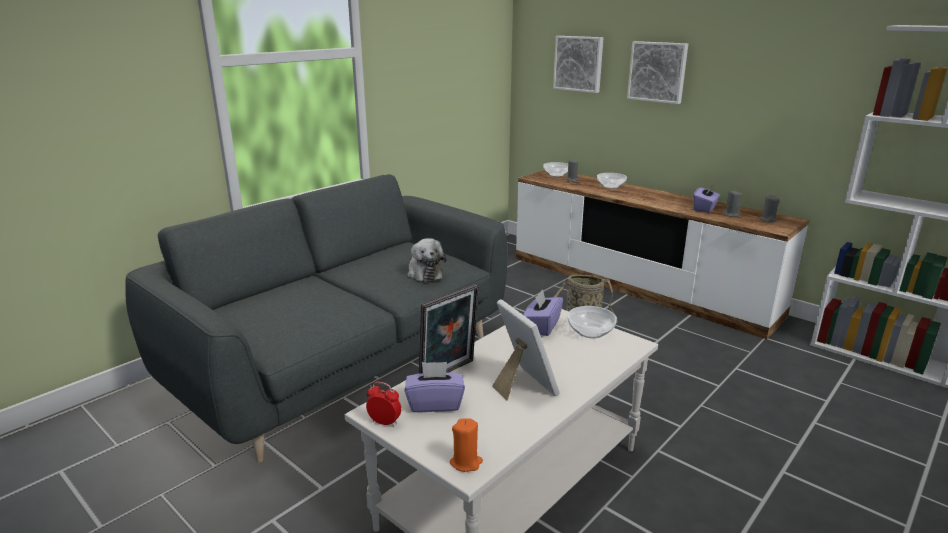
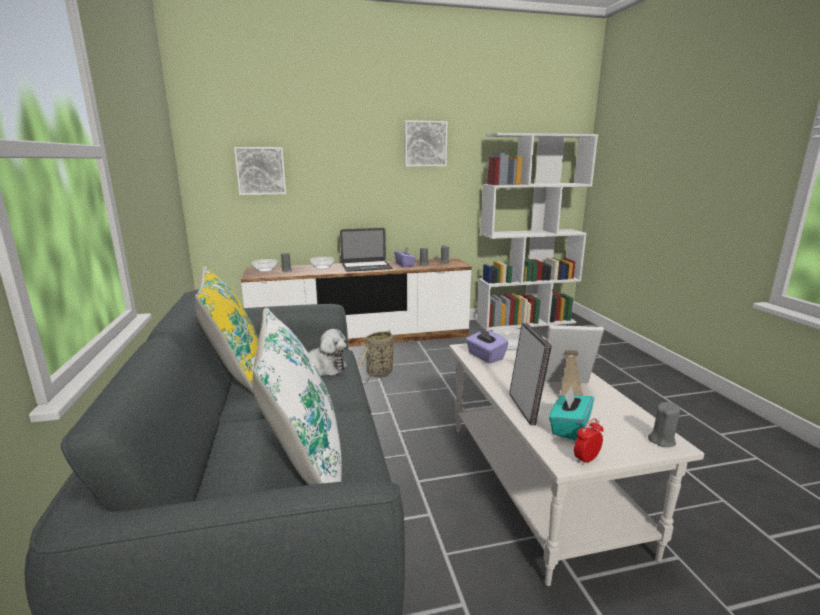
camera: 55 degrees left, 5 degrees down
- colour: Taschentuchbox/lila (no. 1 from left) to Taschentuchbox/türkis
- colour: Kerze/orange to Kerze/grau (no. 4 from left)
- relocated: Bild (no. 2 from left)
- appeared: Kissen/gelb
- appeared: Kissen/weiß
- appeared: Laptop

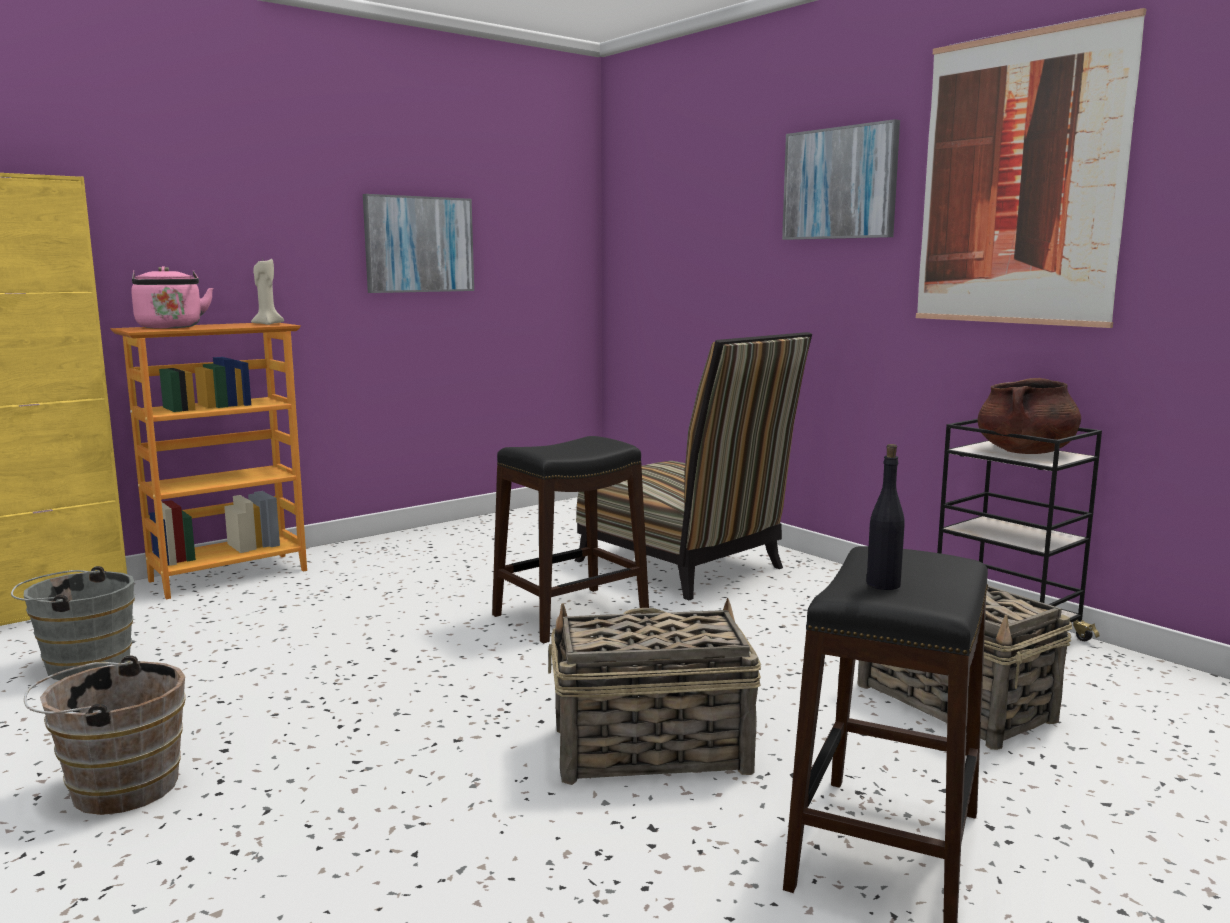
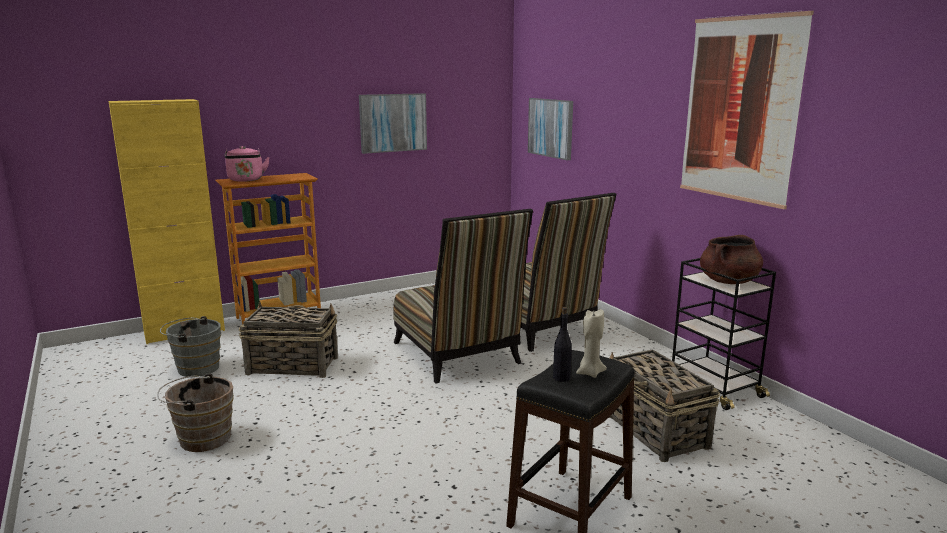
camera: 10 degrees right, 5 degrees up
- relocated: Kerze/beige
- exchanged: Hocker/schwarz (no. 1 from left) to Stuhl (no. 1 from left)
- relocated: Korb (no. 1 from left)
- relocated: Bild (no. 2 from left)

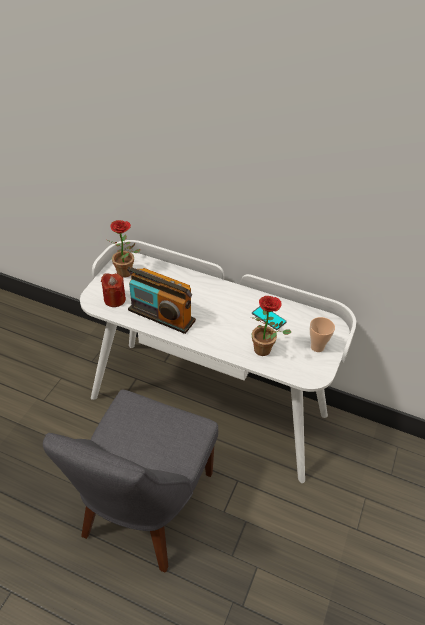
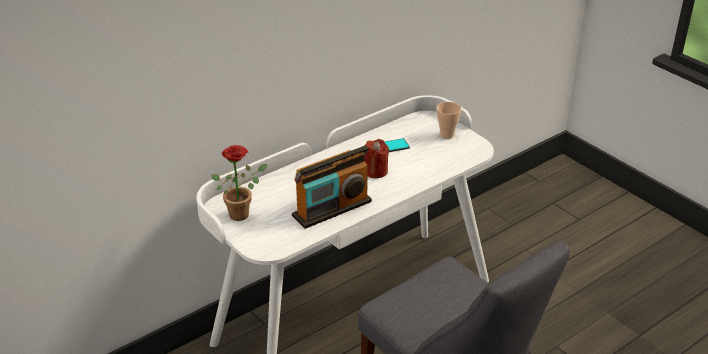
camera: 60 degrees left, 10 degrees down
- relocated: Kerze/rot
- missing: Topfpflanze (no. 2 from left)

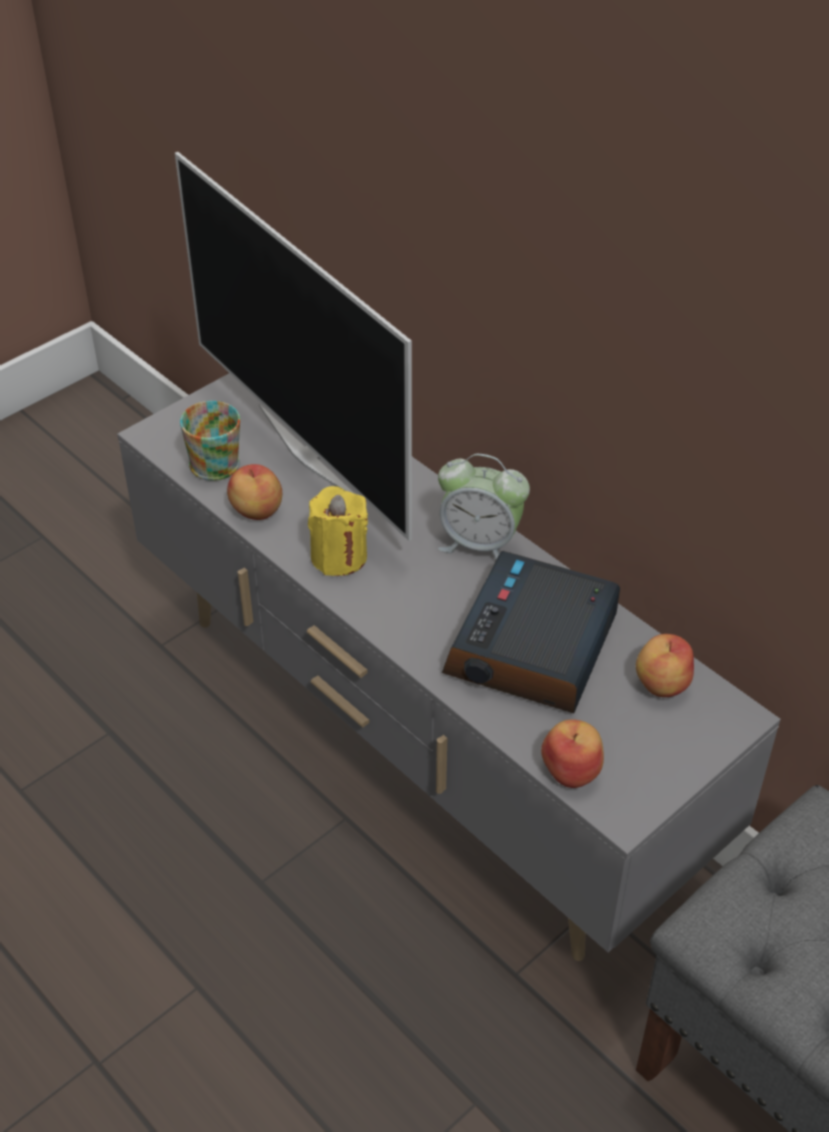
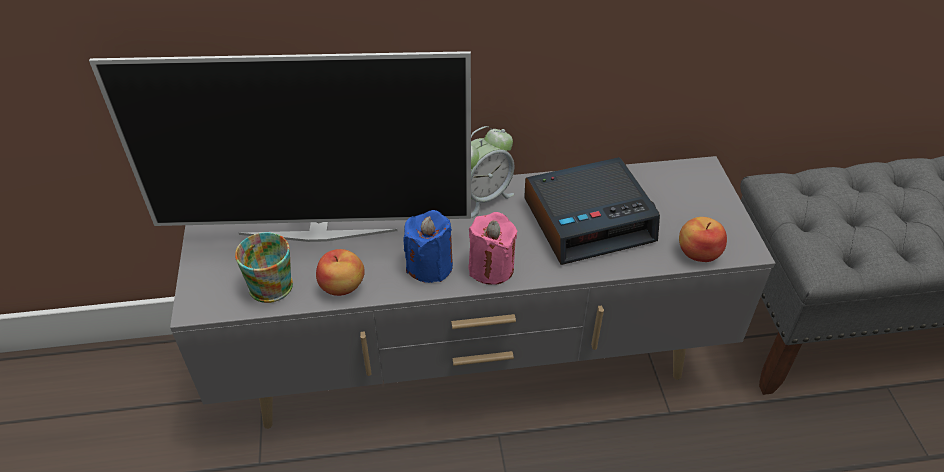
camera: 55 degrees left, 0 degrees up
- colour: Kerze/gelb to Kerze/blau
- spun: Wecker (no. 2 from left) 75 degrees counterclockwise
- missing: Apfel (no. 3 from left)
- appeared: Kerze/rosa

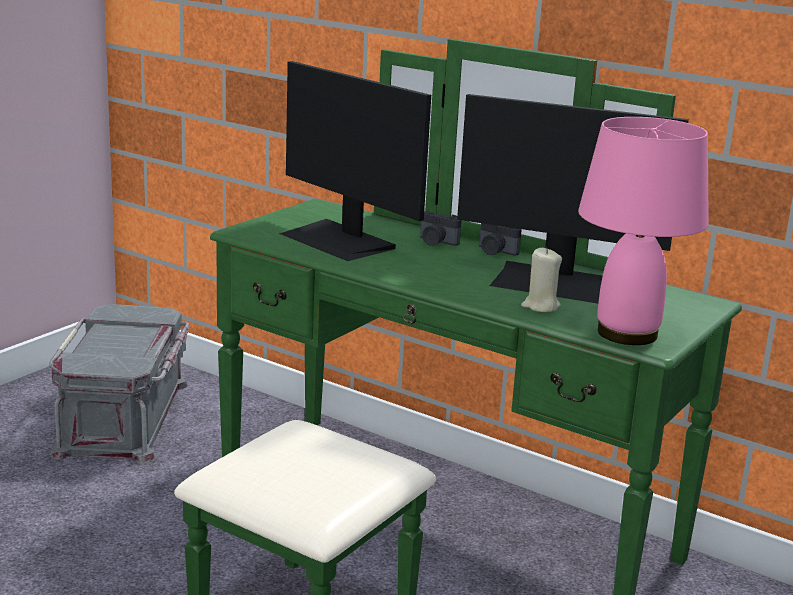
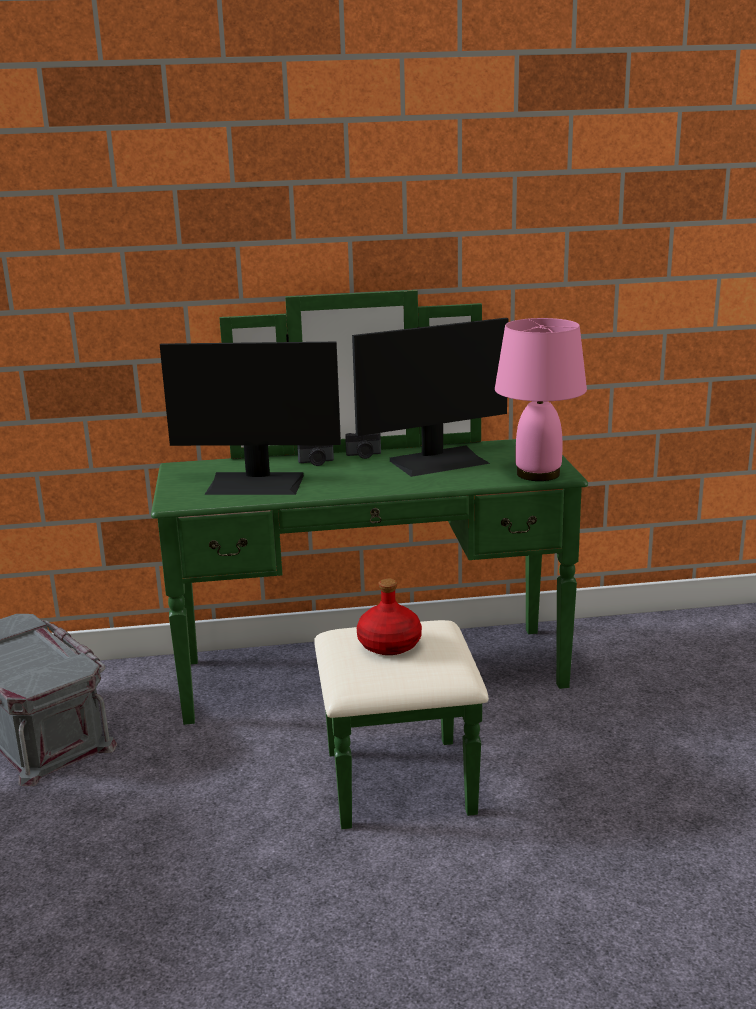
camera: 40 degrees left, 0 degrees up
- missing: Kerze/beige
- appeared: Flasche/rot

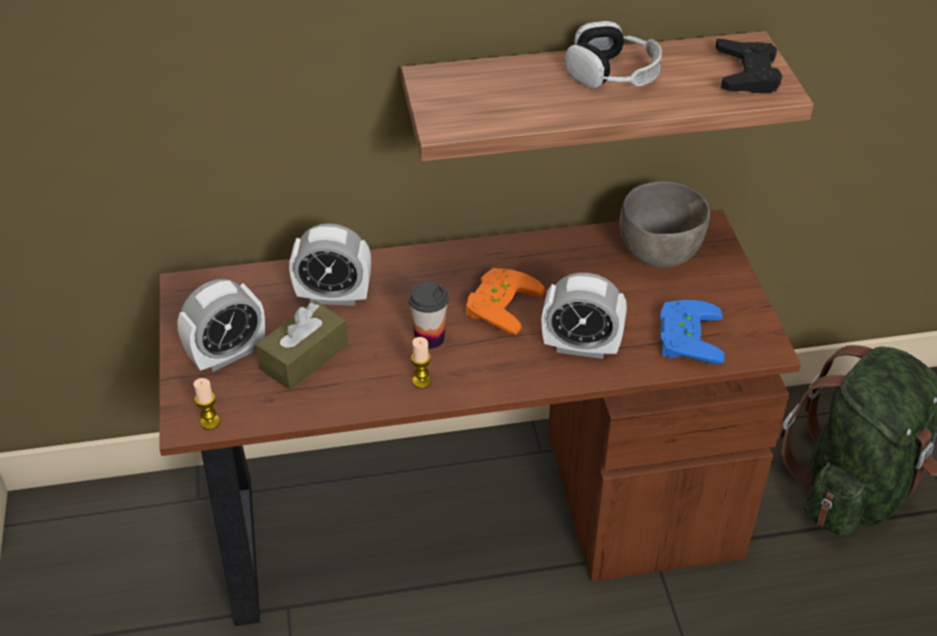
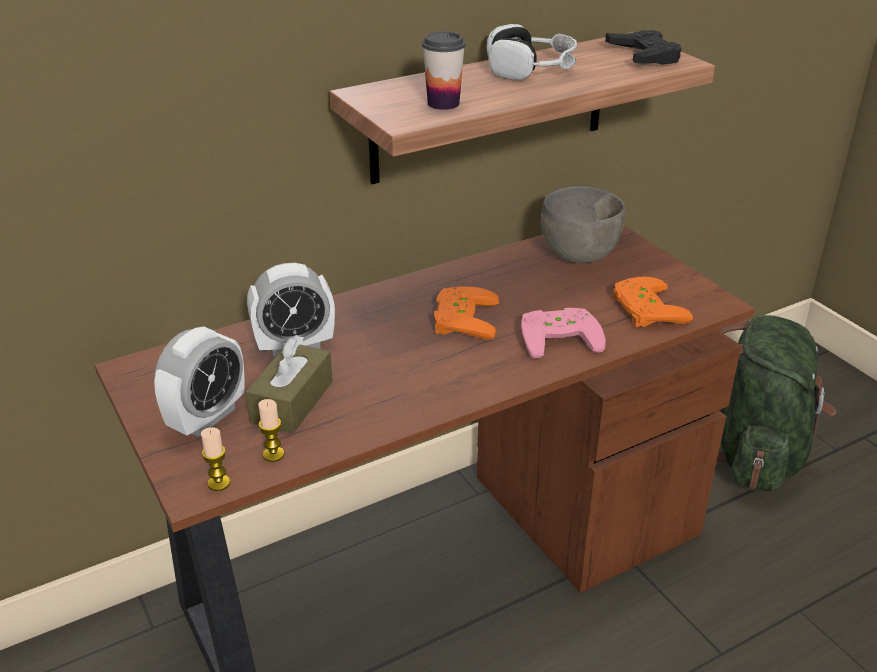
camera: 20 degrees left, 10 degrees down
- relocated: Tasse
- relocated: Kerze (no. 2 from left)
- exchanged: Wecker (no. 3 from left) to Gamepad/rosa
- colour: Gamepad/blau to Gamepad/orange (no. 2 from left)

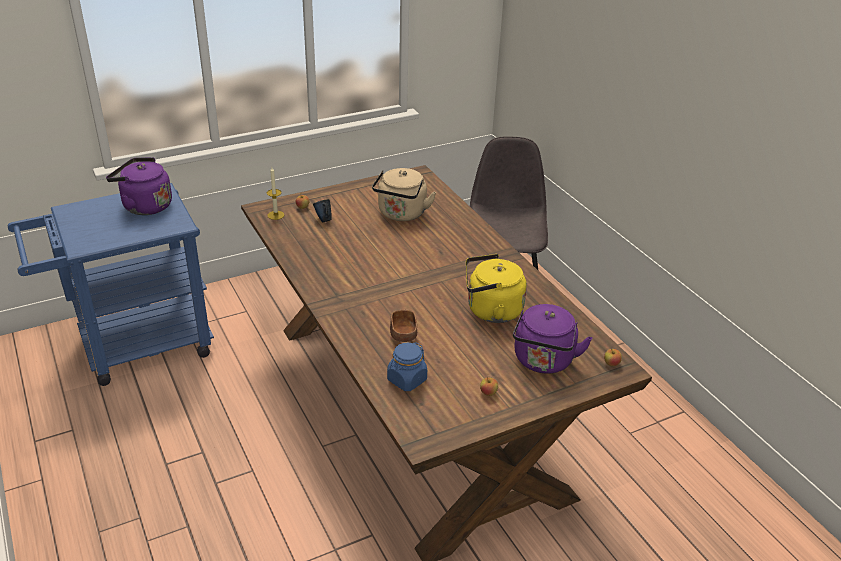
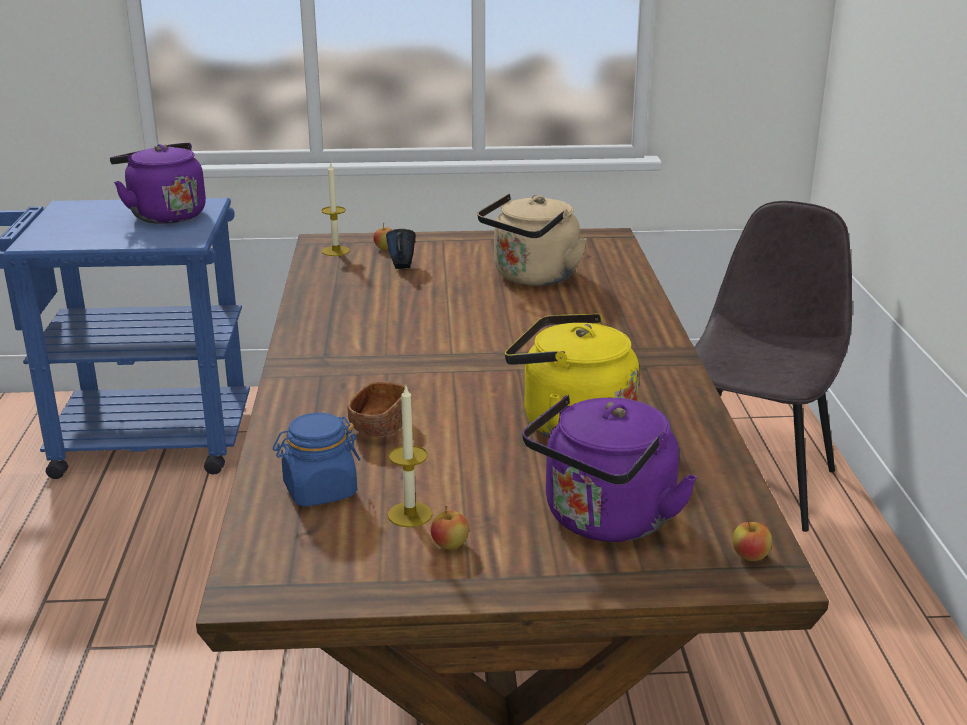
camera: 25 degrees right, 10 degrees down
- appeared: Kerze (no. 2 from left)

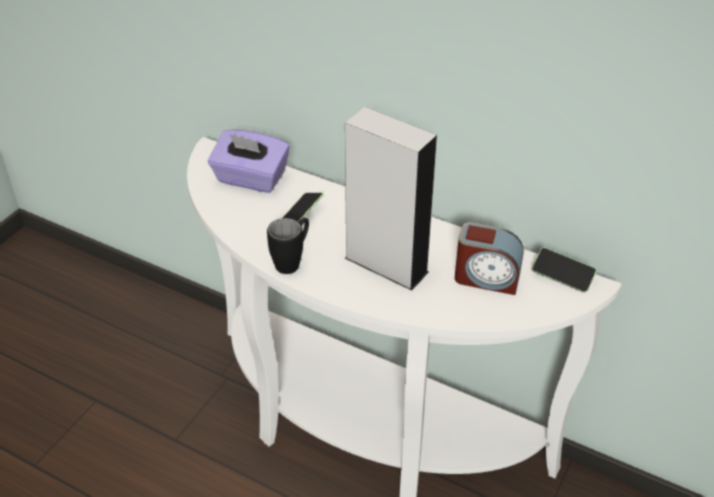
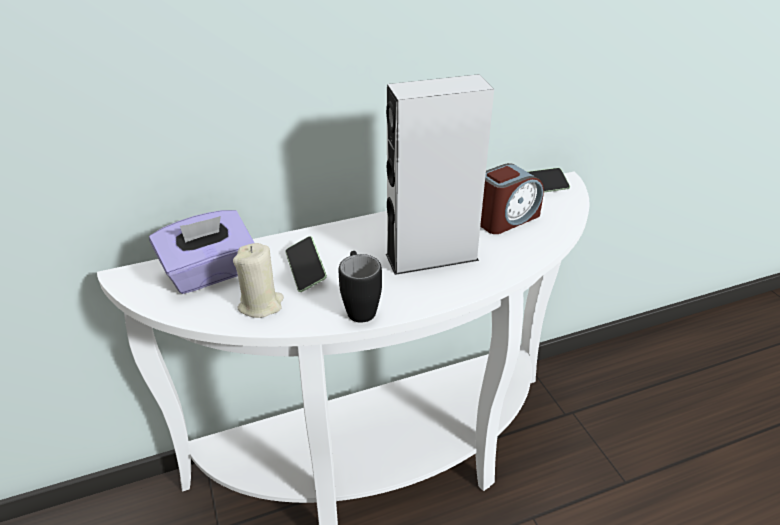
camera: 50 degrees left, 5 degrees down
- appeared: Kerze/beige

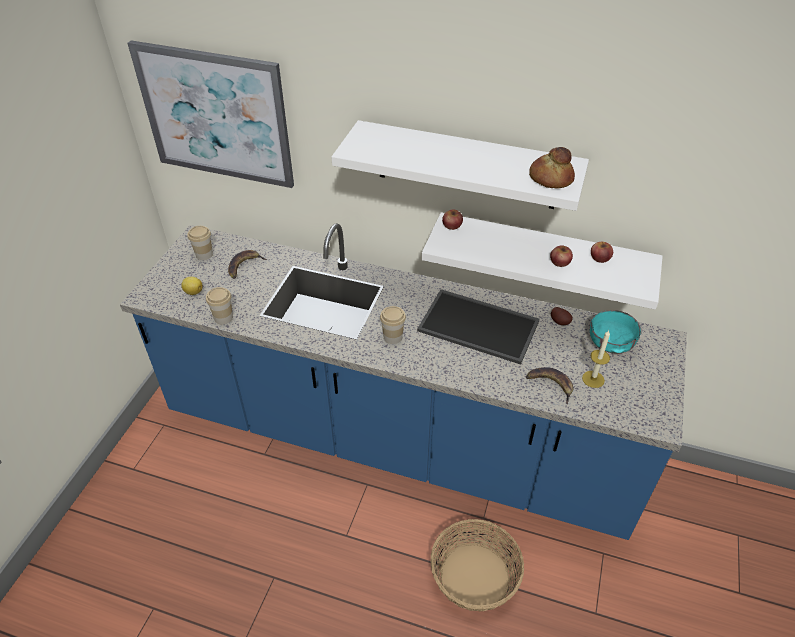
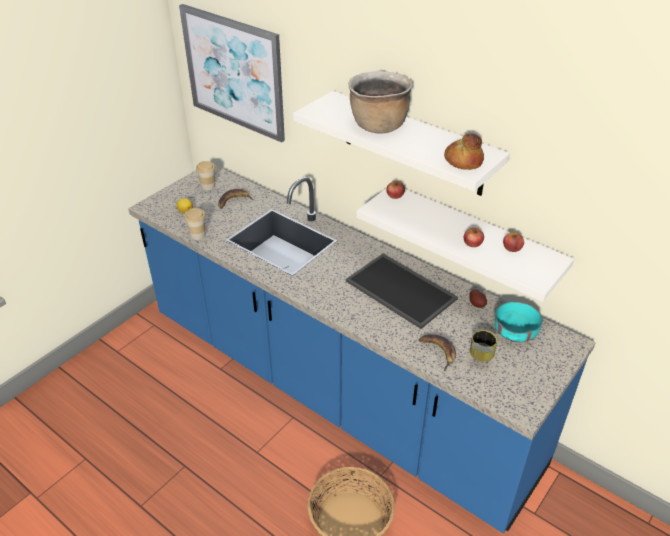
camera: 20 degrees right, 5 degrees down
- missing: Tasse (no. 3 from left)
- exchanged: Kerze to Dose
- appeared: Kochtopf/braun

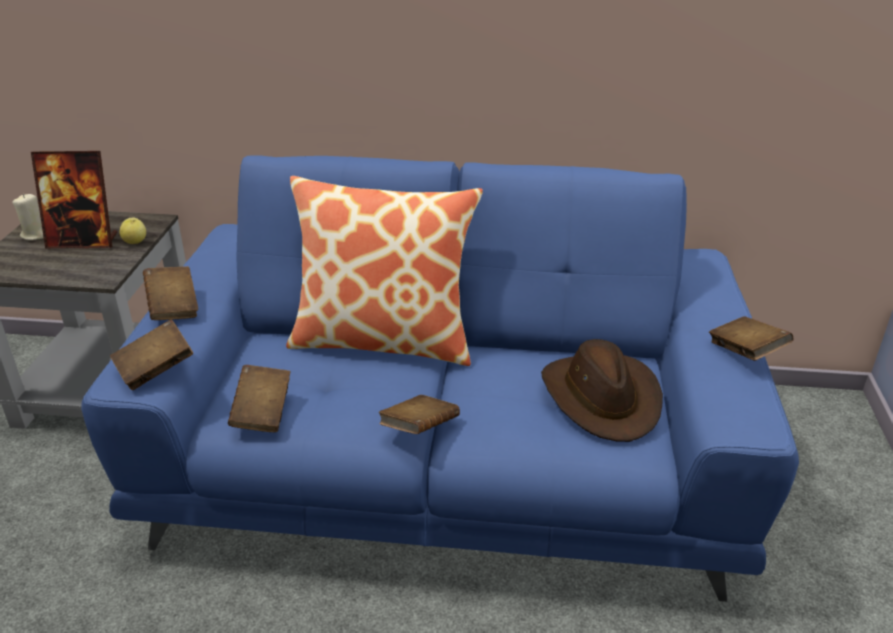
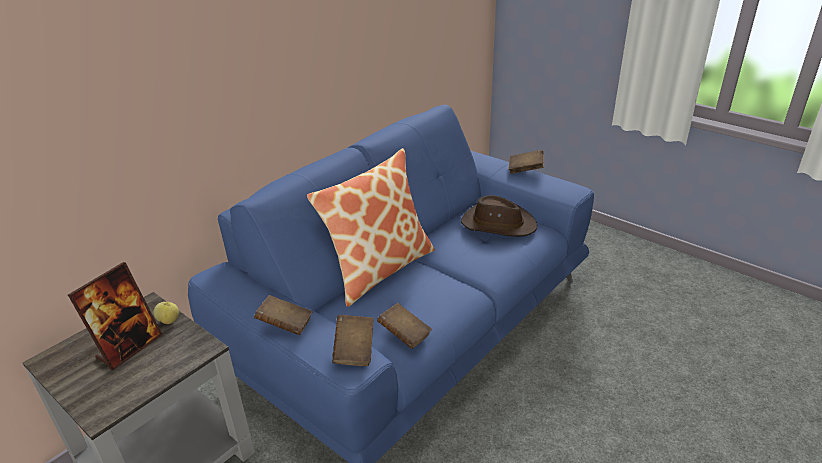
camera: 55 degrees left, 0 degrees up
- missing: Kerze/beige
- missing: Buch/braun (no. 4 from left)

